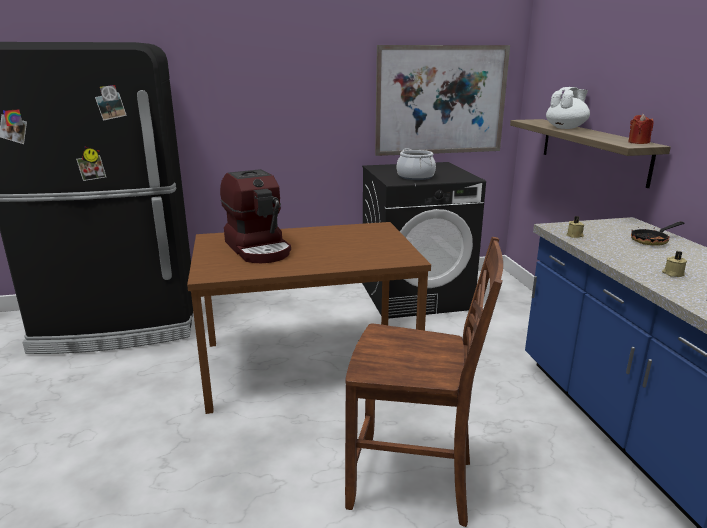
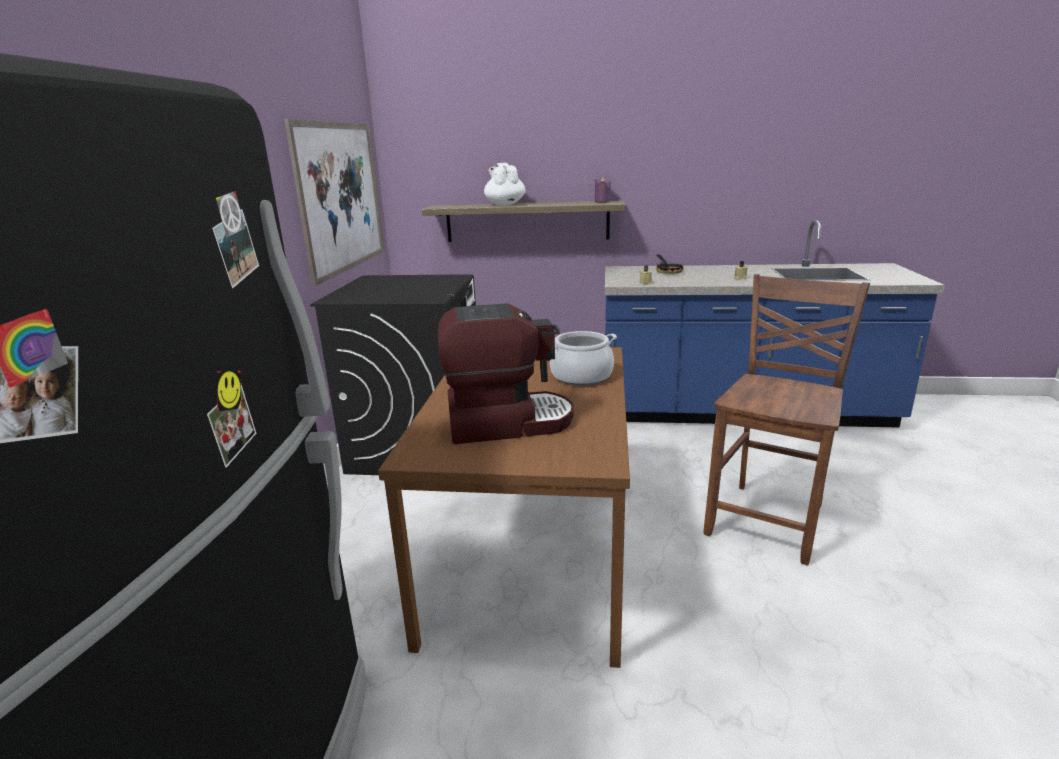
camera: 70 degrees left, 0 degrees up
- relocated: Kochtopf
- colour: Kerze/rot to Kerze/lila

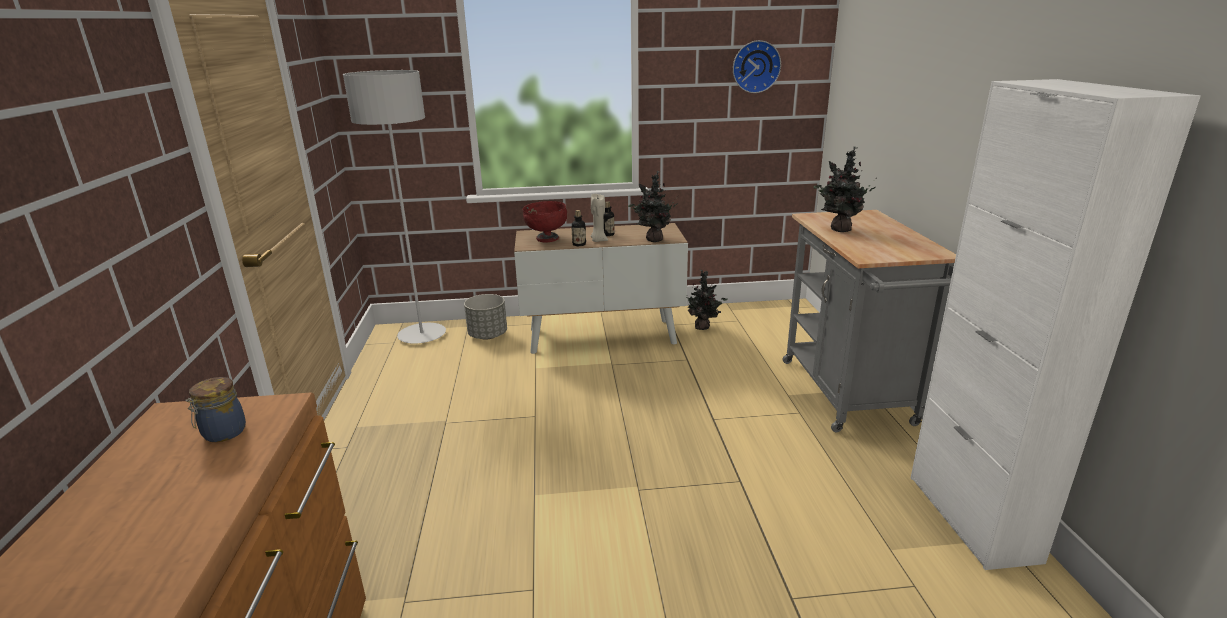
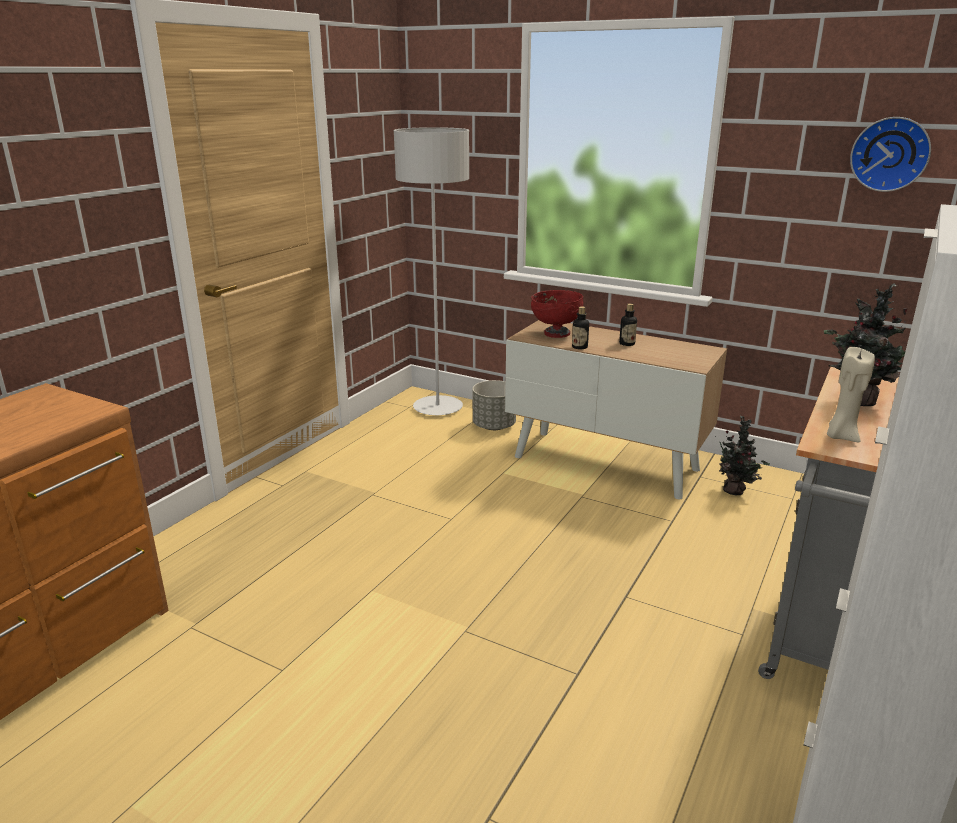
camera: 35 degrees right, 0 degrees up
- missing: Vorratsglas
- relocated: Kerze/beige
- missing: Topfpflanze (no. 1 from left)

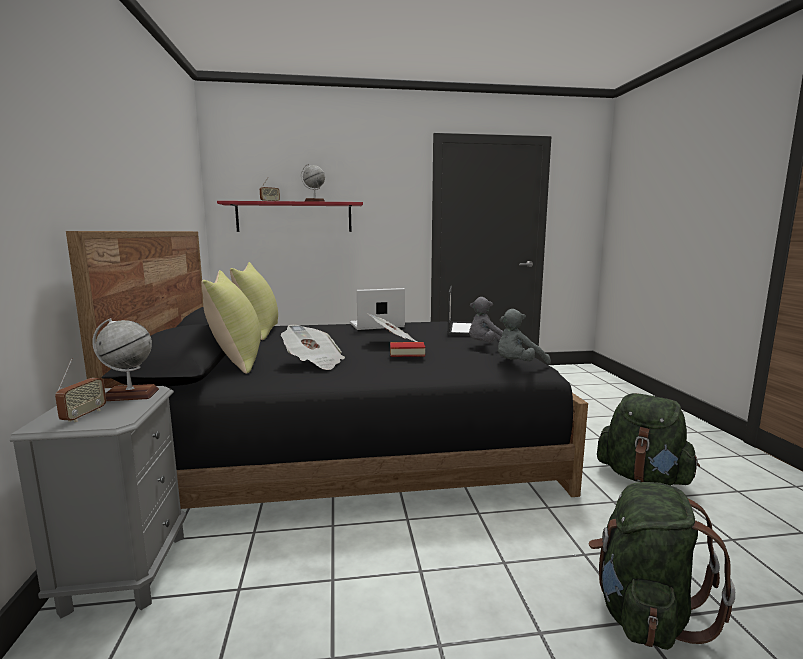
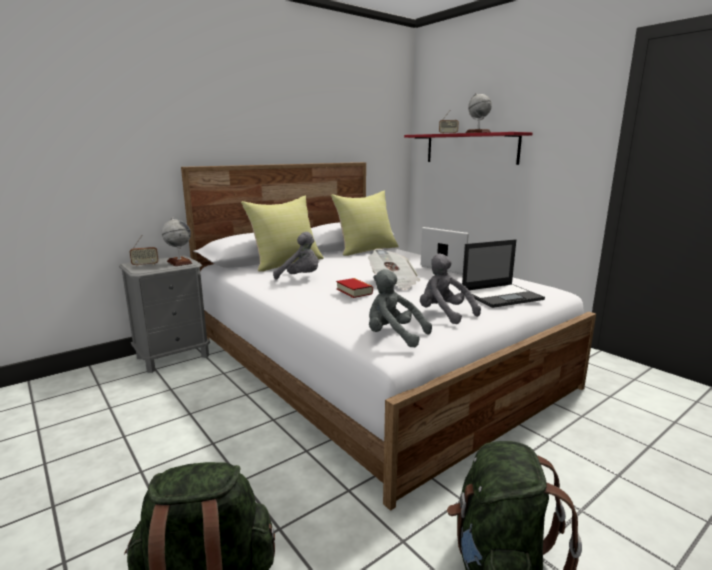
camera: 60 degrees right, 5 degrees up
- colour: Bett/schwarz to Bett/weiß
- exchanged: Zeitung (no. 1 from left) to Plüschtier/grau (no. 1 from left)

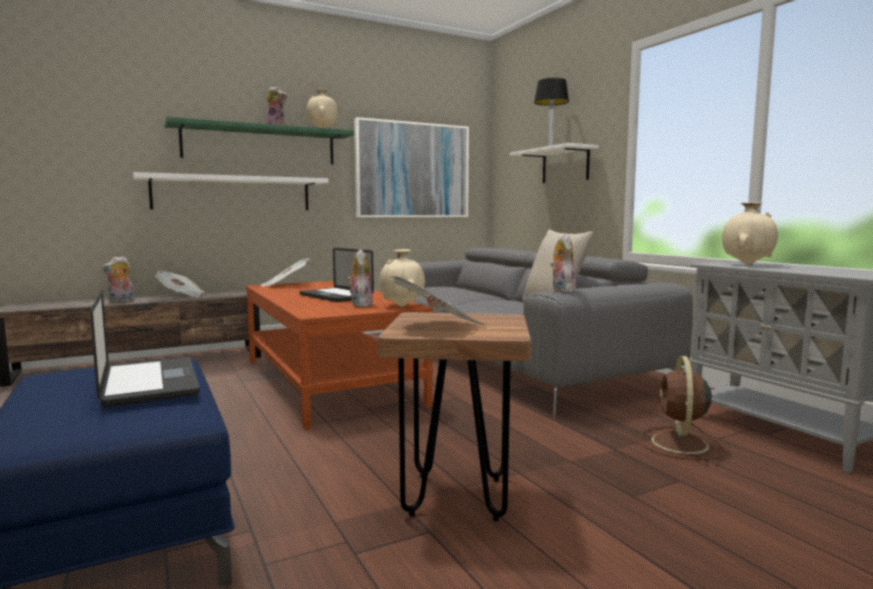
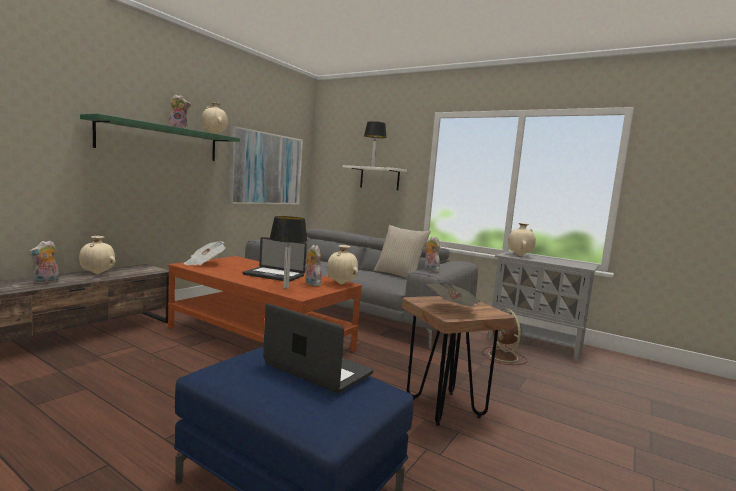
camera: 30 degrees left, 0 degrees up
- missing: Wandregal/weiß (no. 1 from left)
- exchanged: Zeitung (no. 1 from left) to Vase/beige (no. 1 from left)
- appeared: Tischlampe (no. 1 from left)

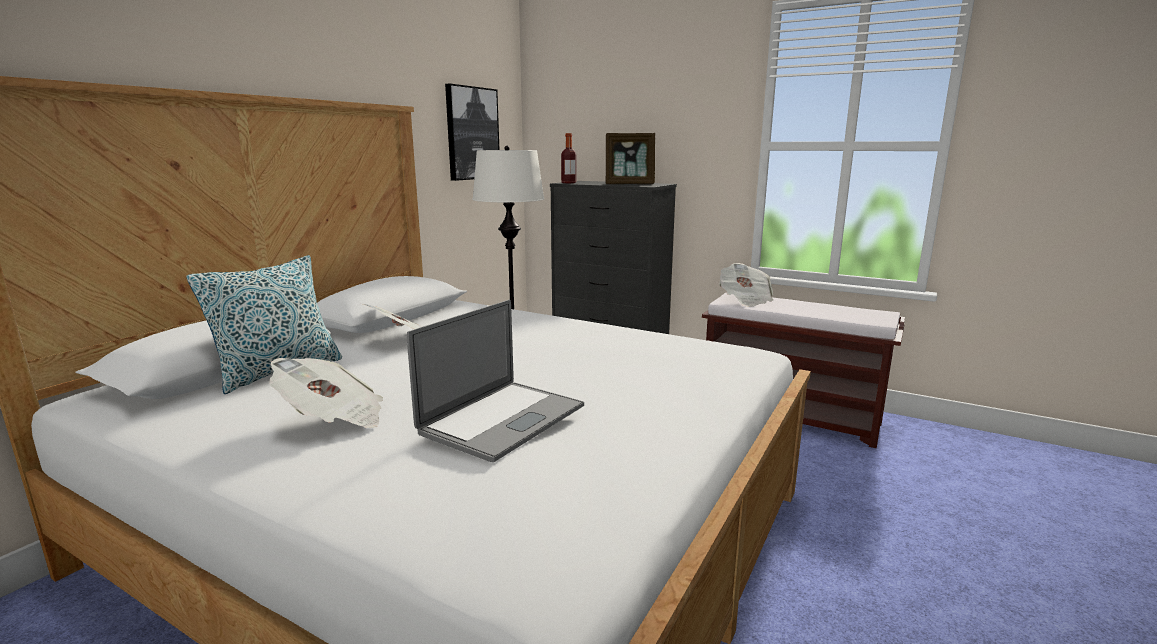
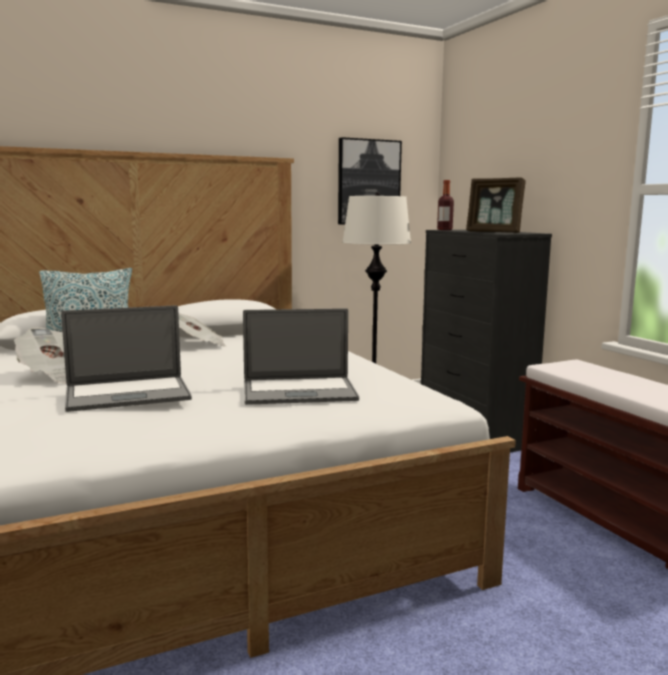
camera: 35 degrees right, 5 degrees down
- missing: Zeitung (no. 3 from left)
- appeared: Laptop (no. 2 from left)

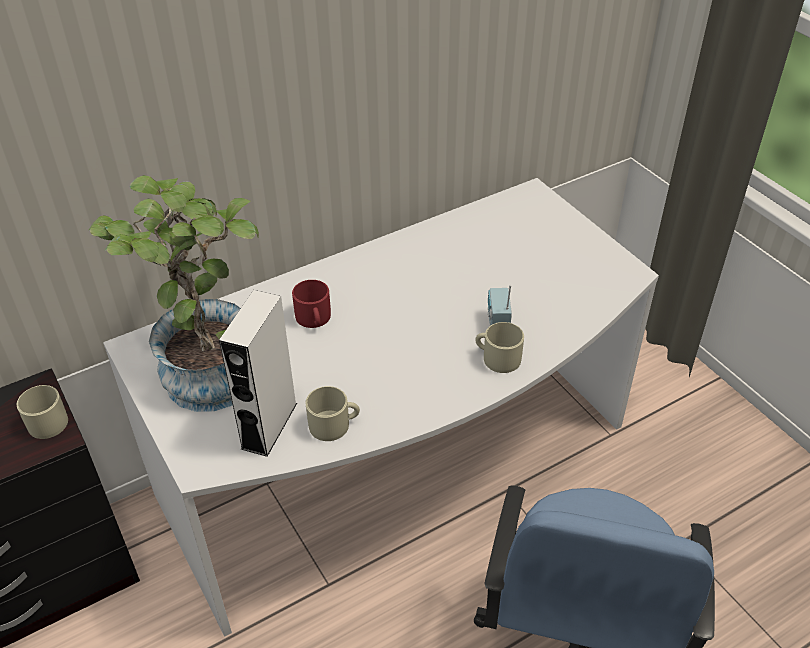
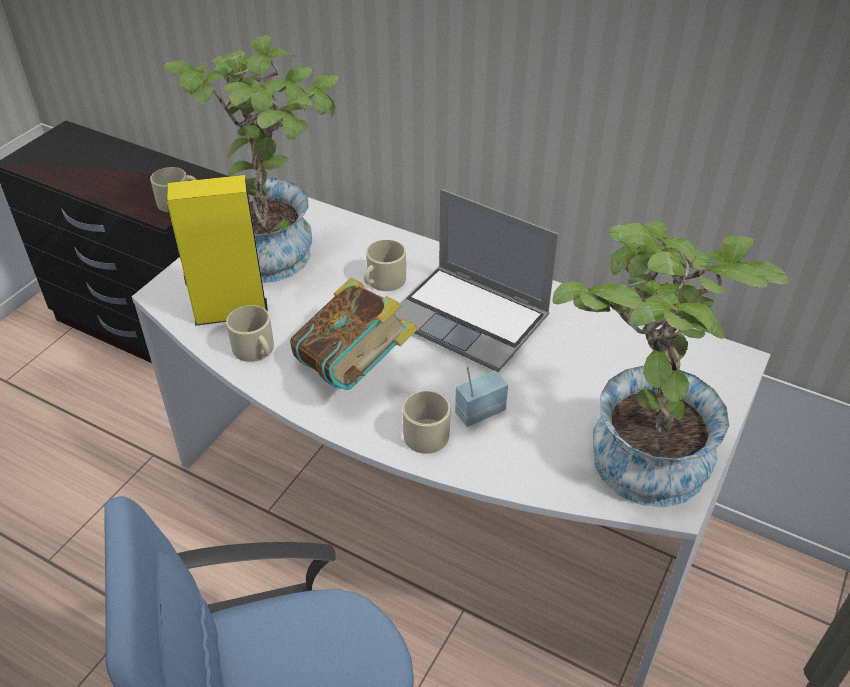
camera: 60 degrees right, 0 degrees up
- colour: Lautsprecher/weiß to Lautsprecher/gelb
- colour: Henkelbecher/rot to Henkelbecher/beige (no. 3 from left)
- appeared: Buch
- appeared: Laptop
- appeared: Topfpflanze (no. 2 from left)

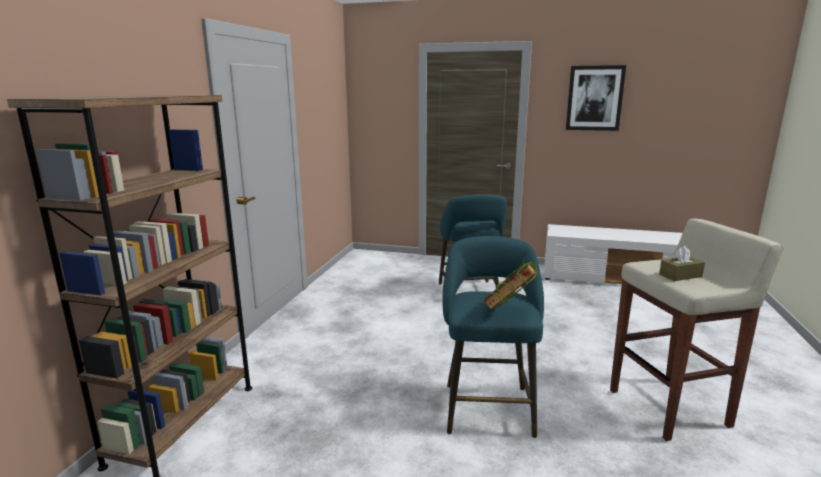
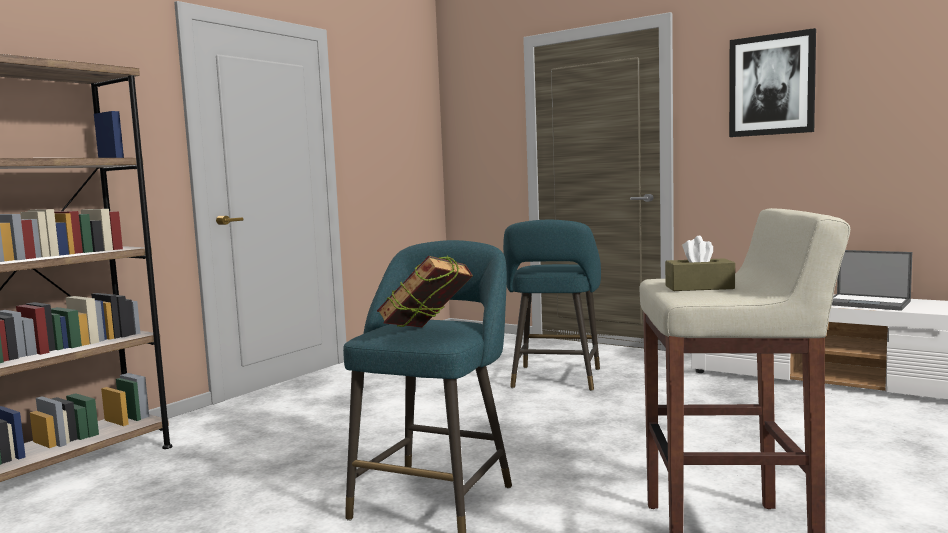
camera: 20 degrees right, 10 degrees down
- appeared: Laptop

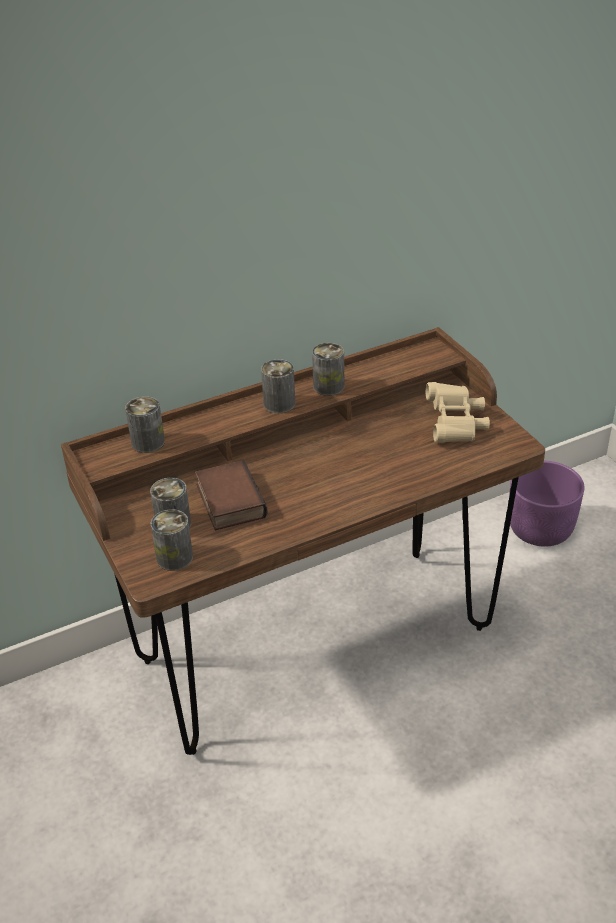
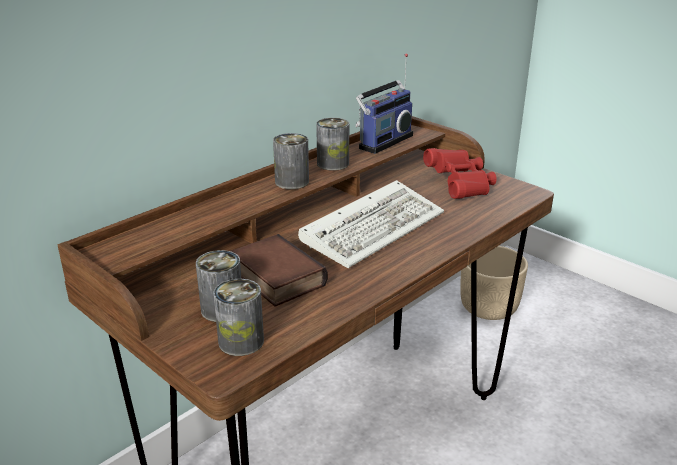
camera: 20 degrees left, 10 degrees down
- missing: Dose (no. 1 from left)
- colour: Fernglas/beige to Fernglas/rot
- colour: Pflanzkübel/lila to Pflanzkübel/beige
- appeared: Tastatur
- appeared: Radio

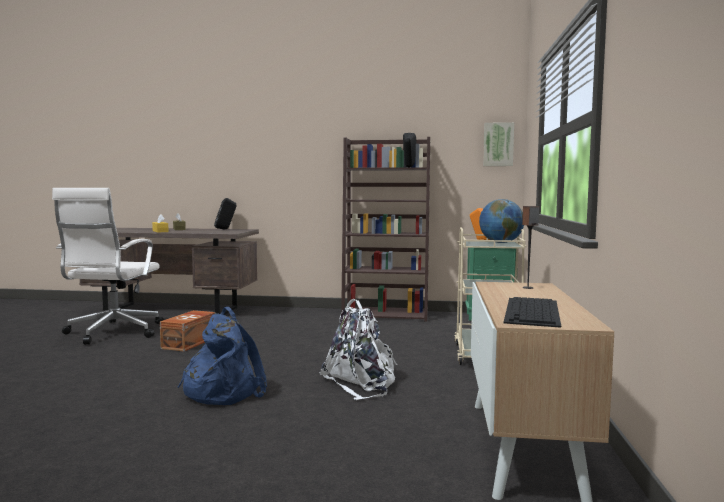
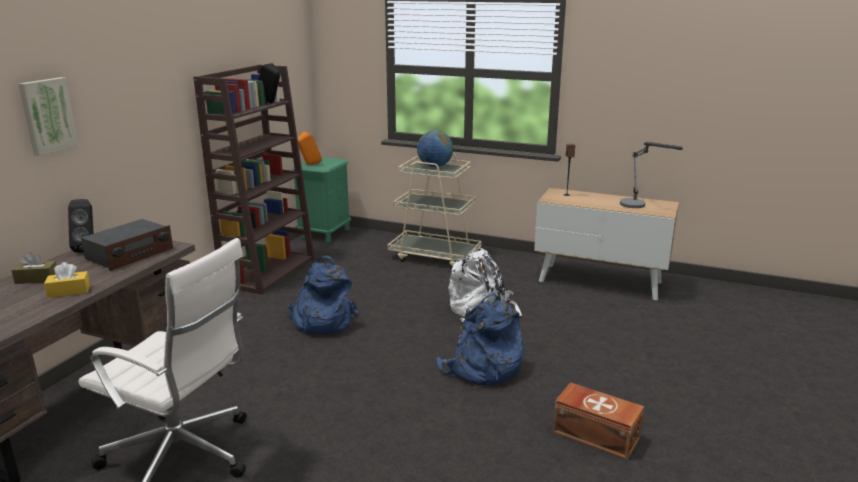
camera: 75 degrees left, 15 degrees up
- relocated: Aufbewahrungsbox/braun
- relocated: Bild
- exchanged: Tastatur to Tischlampe
- appeared: Radio
- appeared: Rucksack/blau (no. 1 from left)

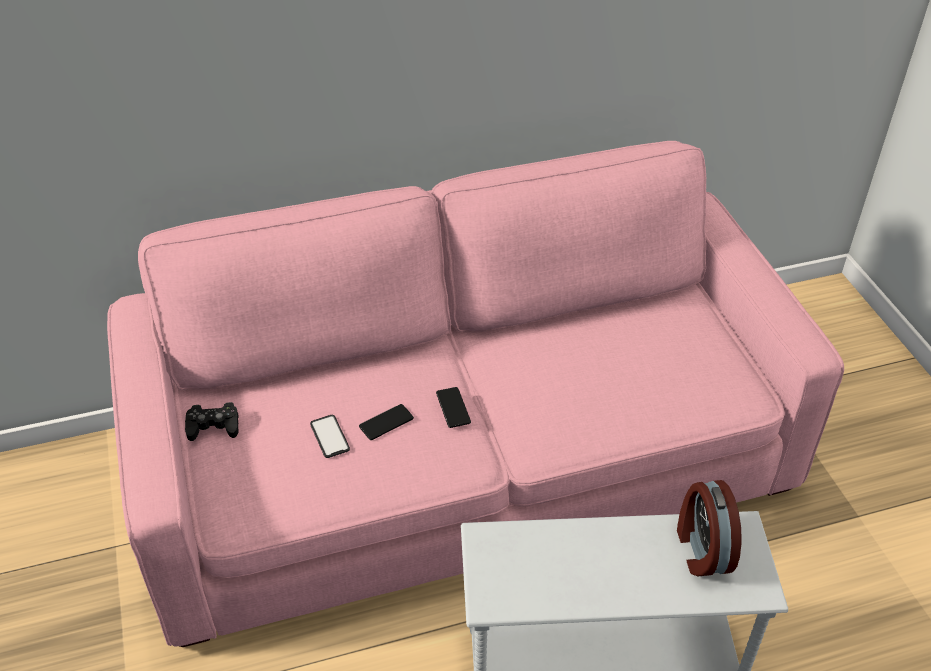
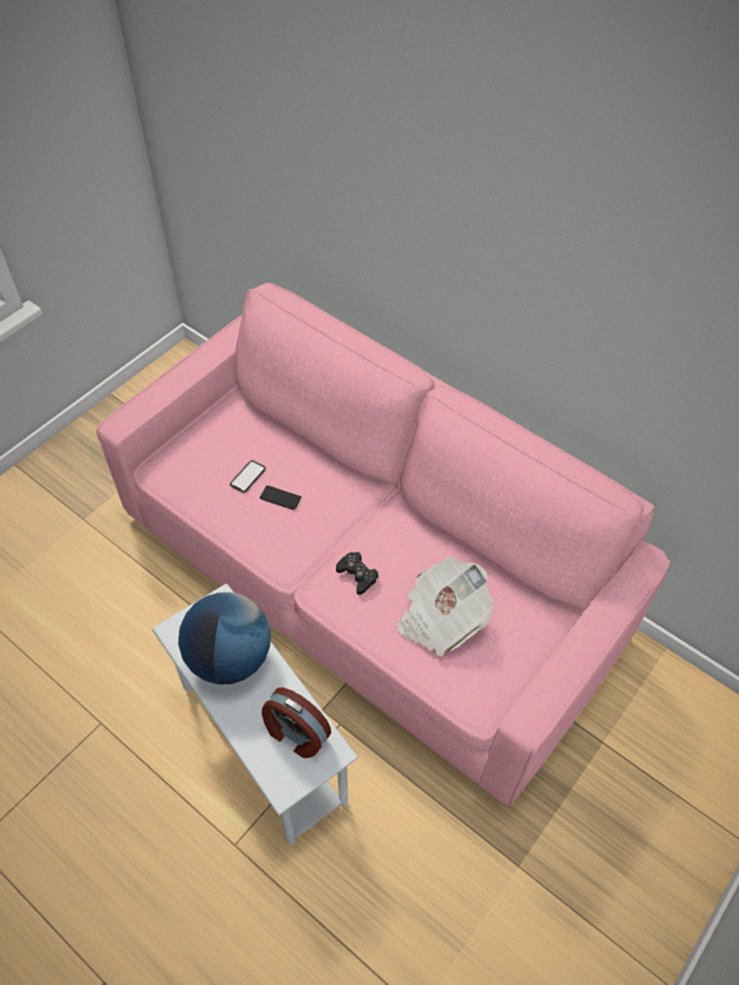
camera: 55 degrees right, 10 degrees up
- relocated: Gamepad/schwarz
- missing: Handy (no. 3 from left)
- spun: Wecker 105 degrees counterclockwise
- appeared: Globus
- appeared: Zeitung

